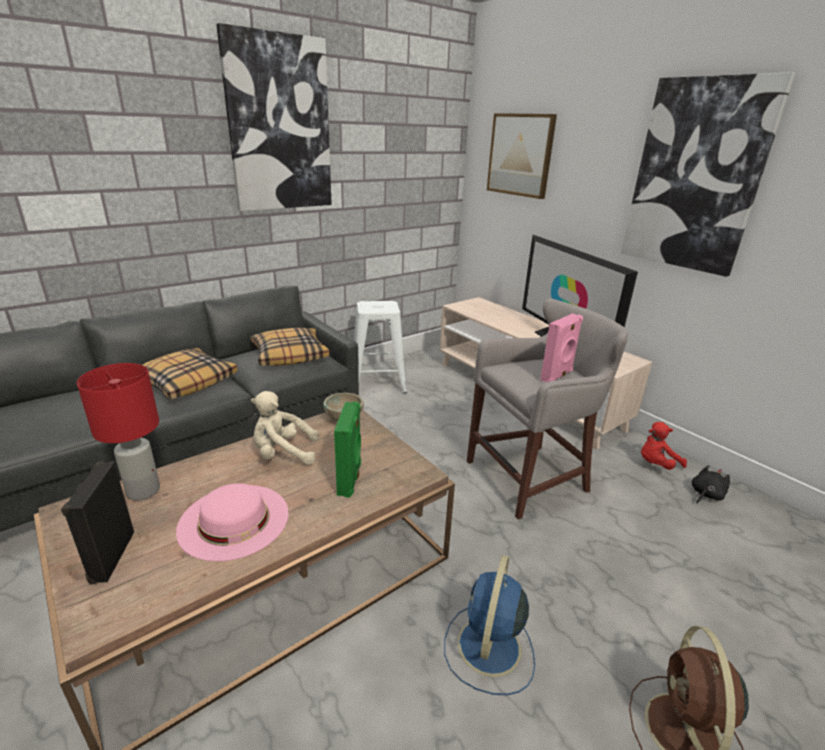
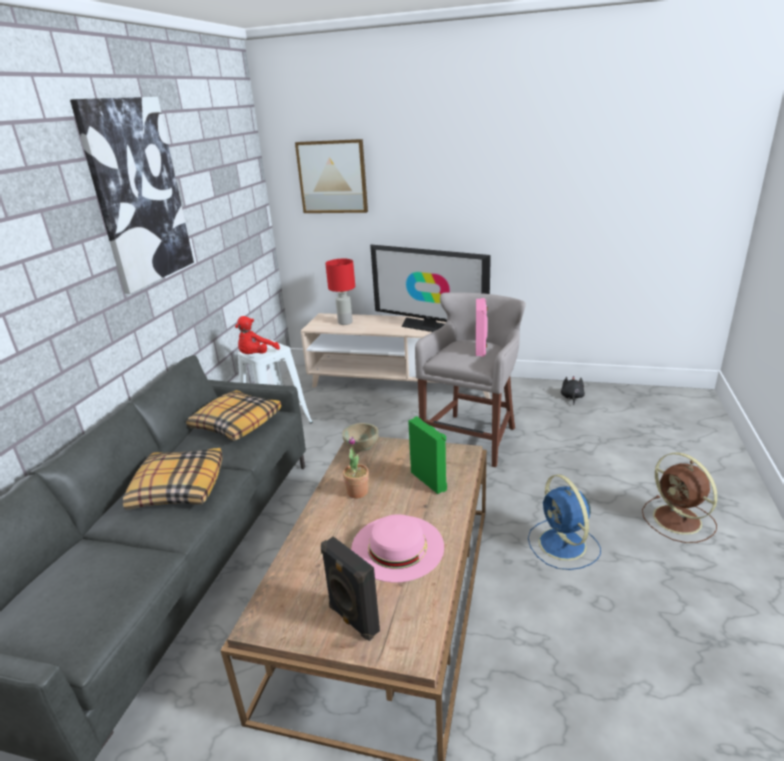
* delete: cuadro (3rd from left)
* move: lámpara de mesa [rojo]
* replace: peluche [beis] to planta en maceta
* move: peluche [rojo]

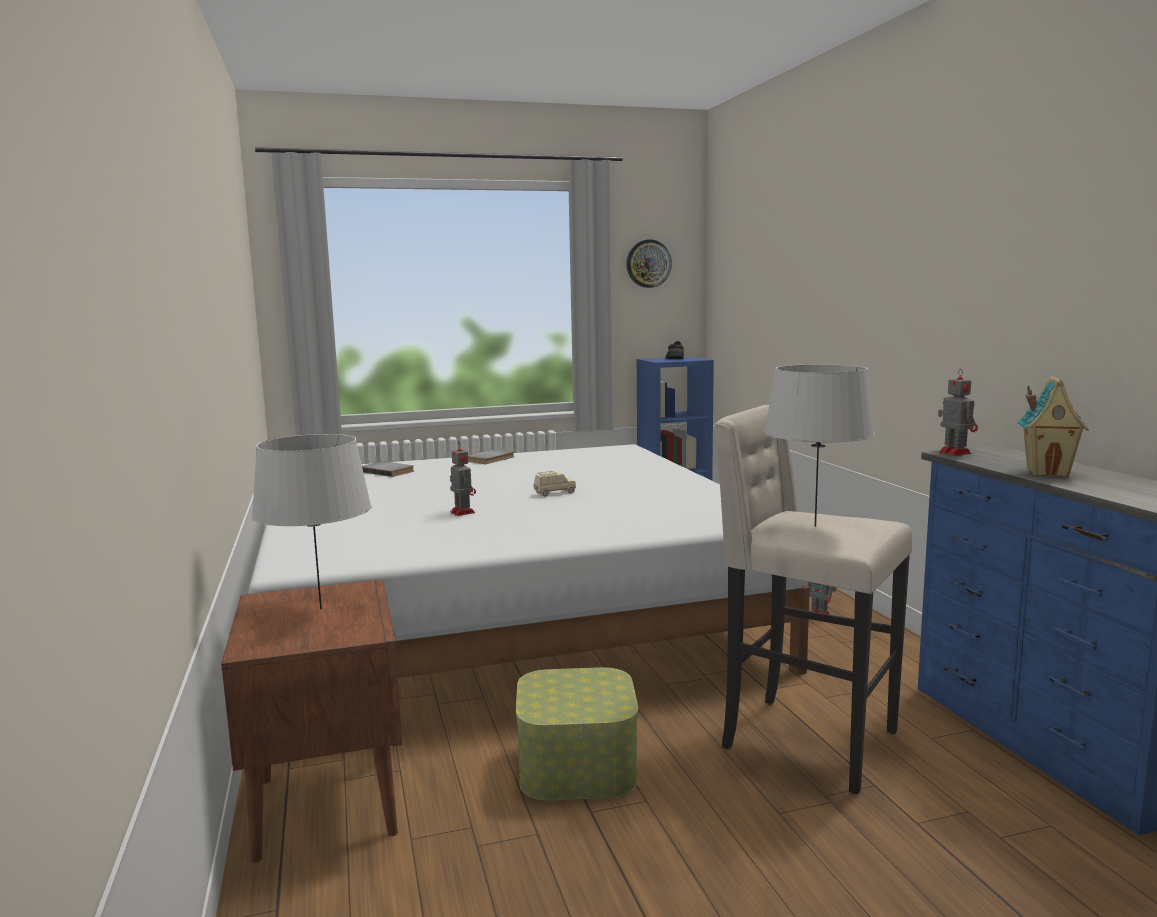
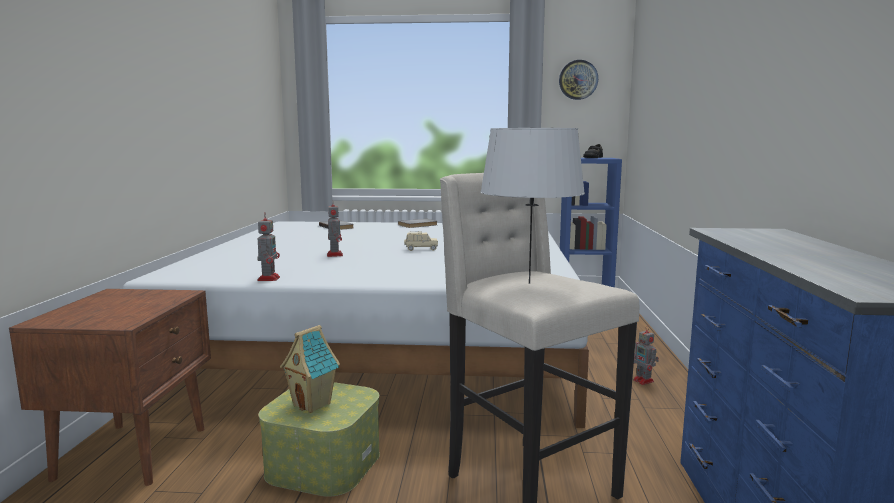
* move: robot de juguete (3rd from left in the first image) to robot de juguete (1st from left)
* move: casita
* delete: lámpara de mesa [gris] (1st from left)

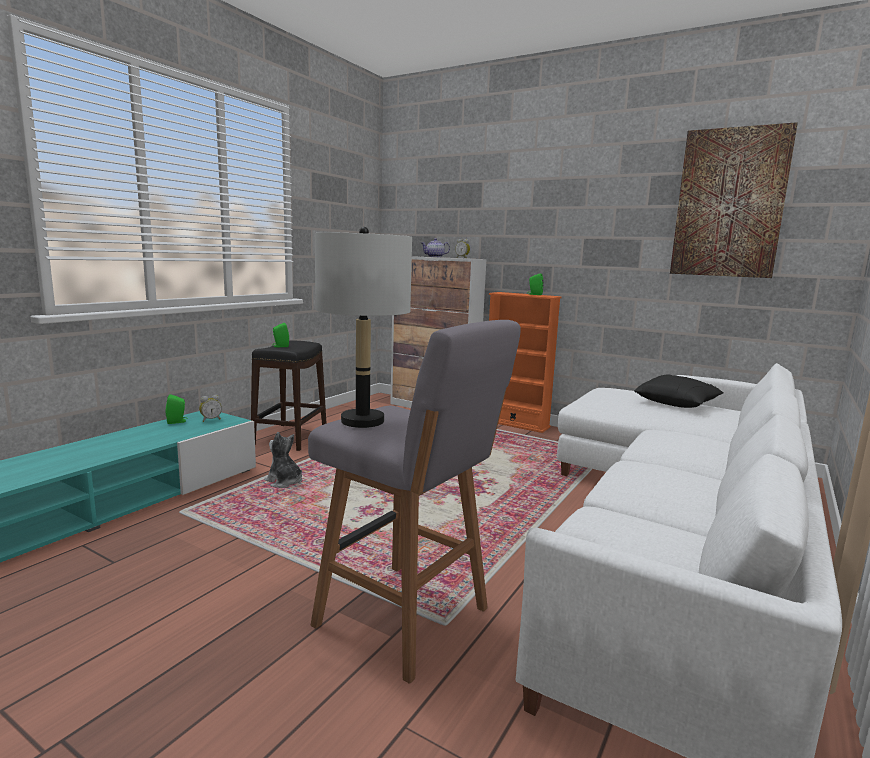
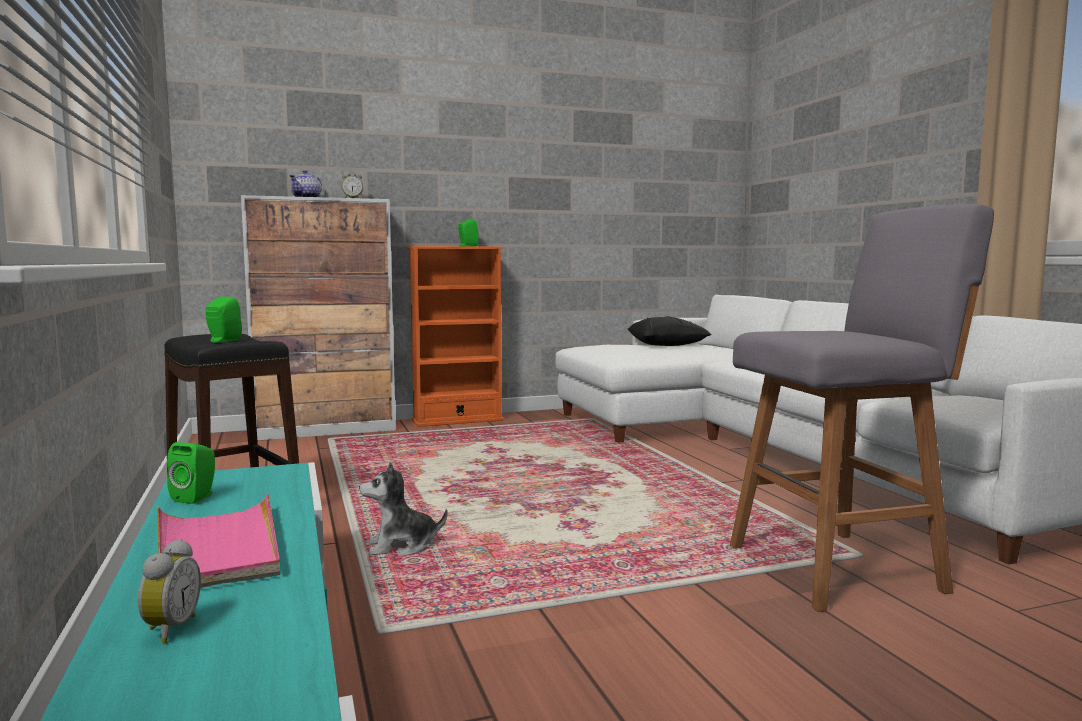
* delete: cuadro
* delete: lámpara de mesa [gris]
* move: despertador (1st from left)
* insert: bandeja [rosa]

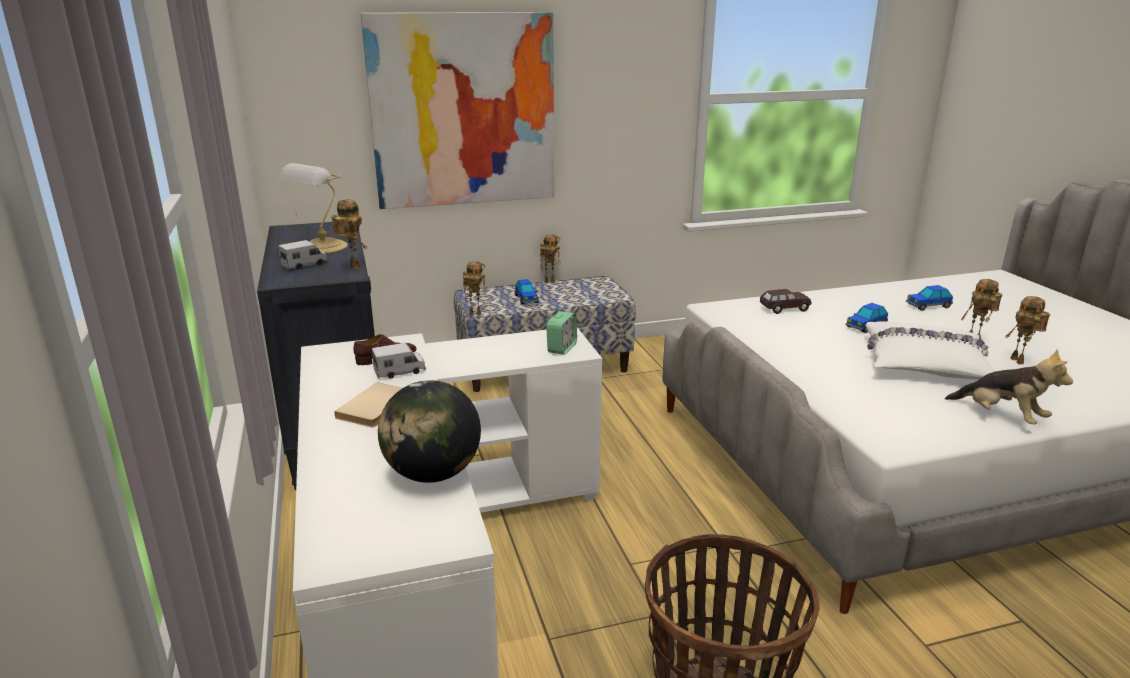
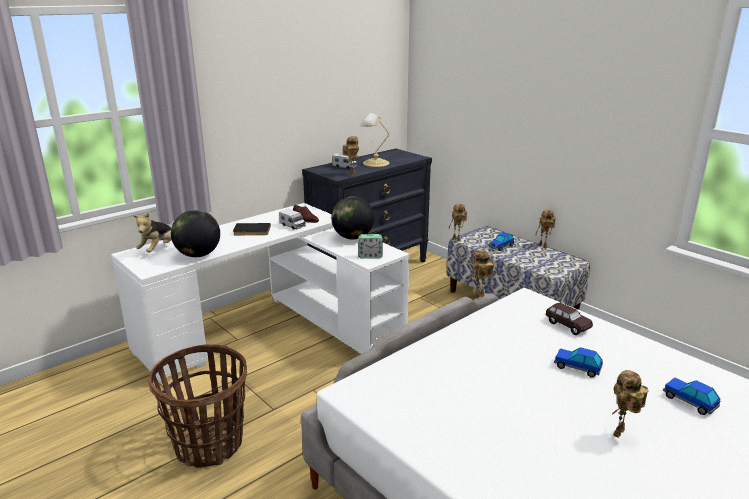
* delete: cuadro
* move: robot de juguete (5th from left in the first image) to robot de juguete (3rd from left)
* delete: cojín [blanco]
* move: peluche
* recolor: libro [beis] to libro [negro]
* insert: globo terráqueo (2nd from left)

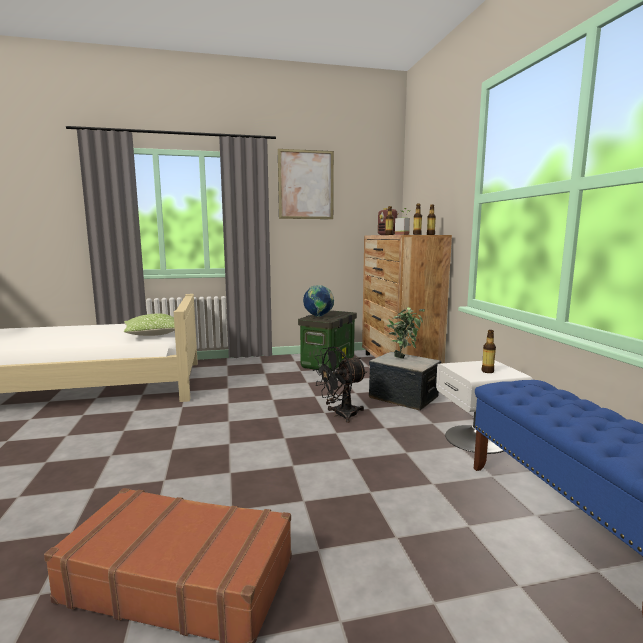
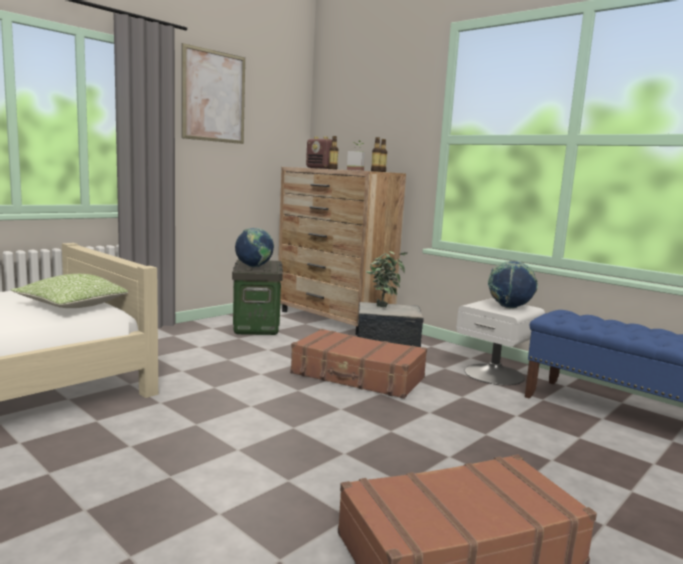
* replace: botella (4th from left) to globo terráqueo (2nd from left)
* replace: ventilador [negro] to maleta [marrón] (1st from left)

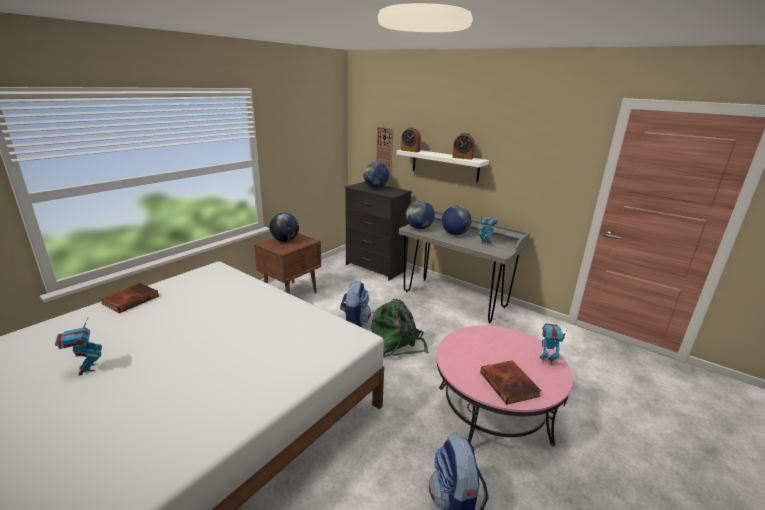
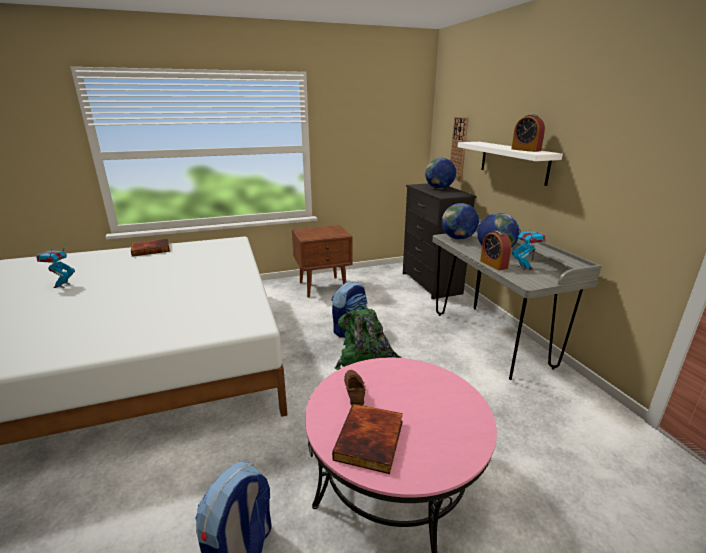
* move: despertador (1st from left)
* delete: globo terráqueo (1st from left)
* delete: robot de juguete (3rd from left)
* insert: zapato [marrón]

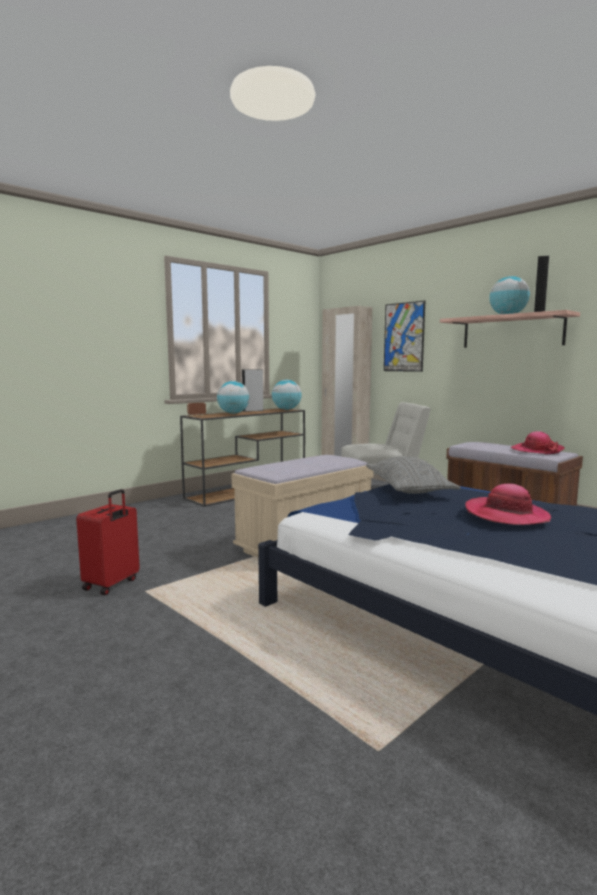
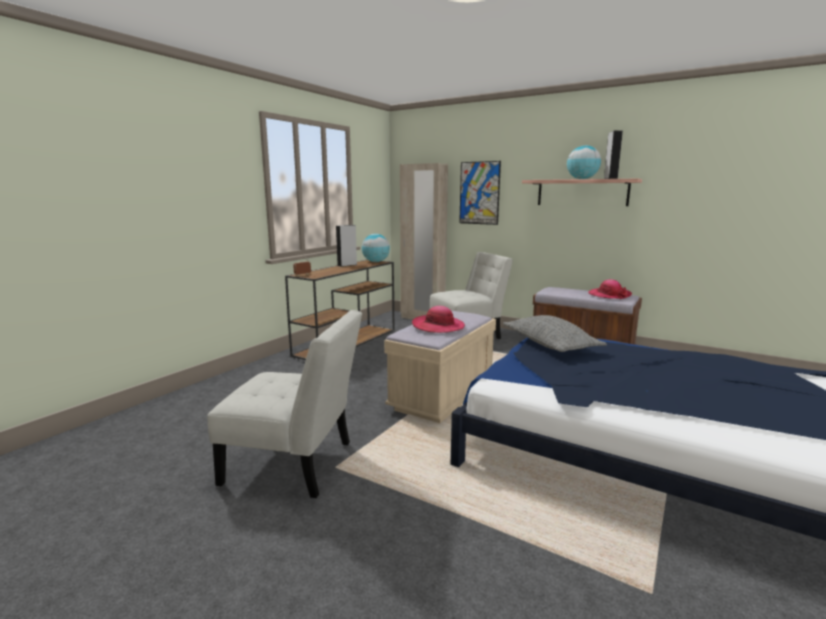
* delete: globo terráqueo (1st from left)
* move: sombrero (1st from left)
* replace: maleta [rojo] to silla [blanco] (1st from left)

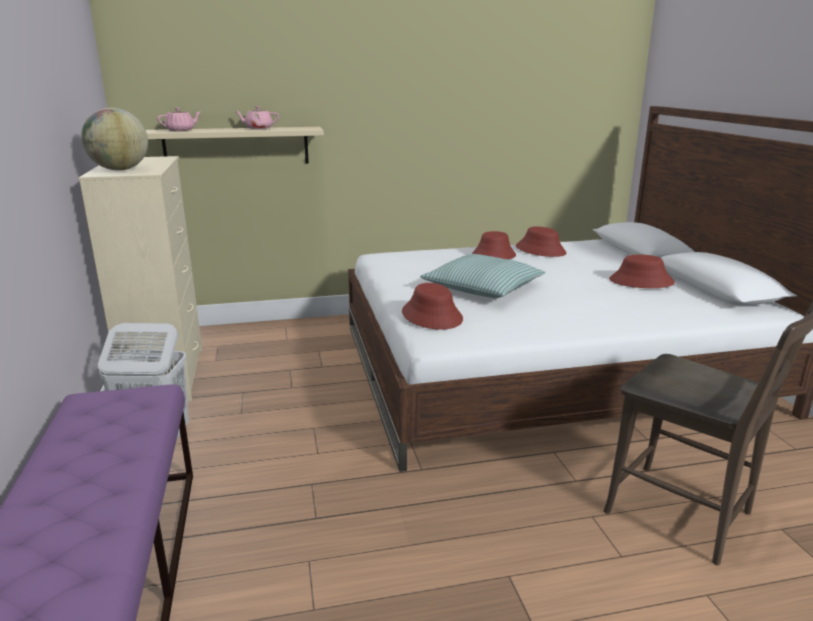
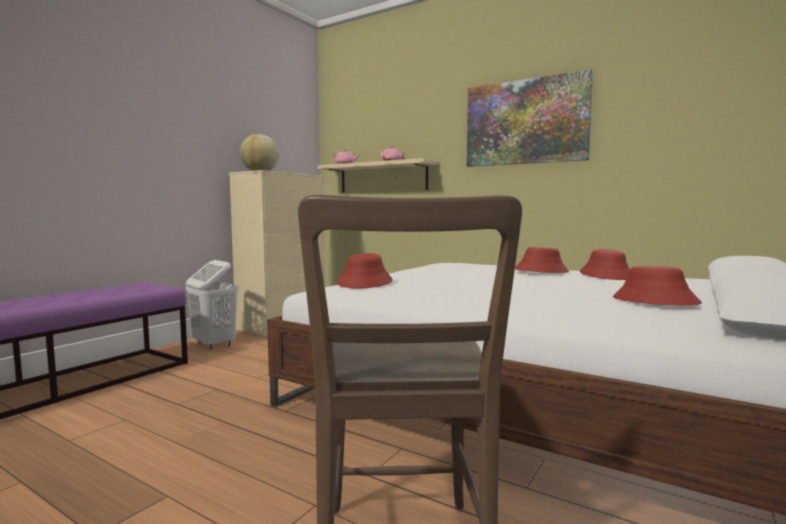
* delete: cojín
* insert: cuadro

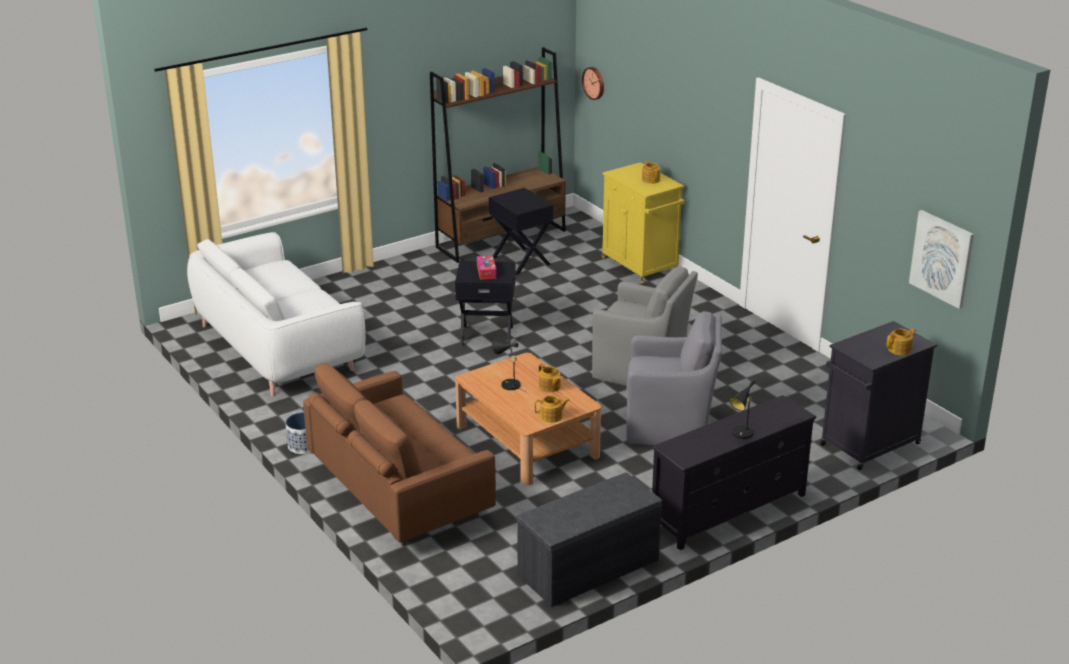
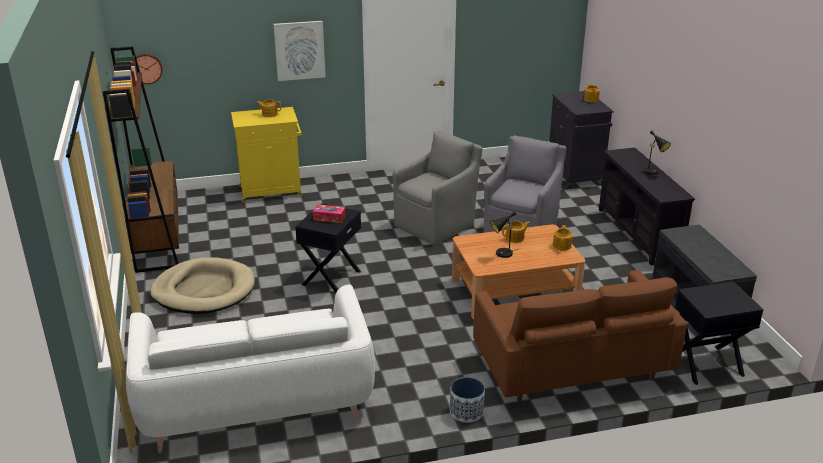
* move: mesa auxiliar [negro] (2nd from left)
* move: cuadro
* insert: cama para perro [beis]

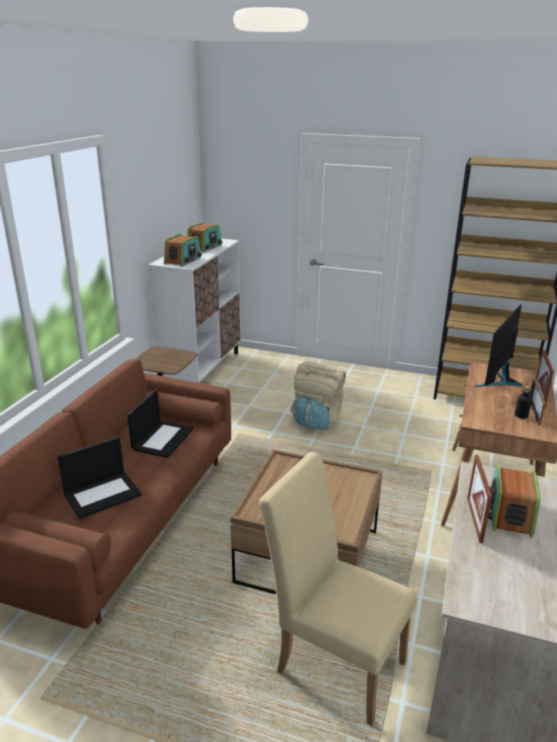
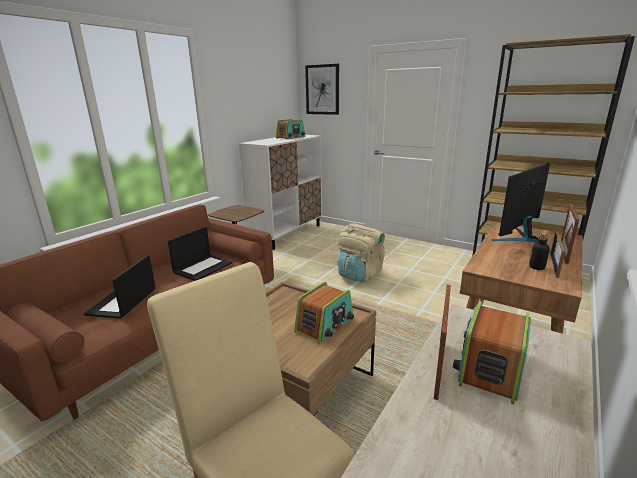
* move: radio (1st from left in the first image) to radio (2nd from left)
* rotate: portátil (1st from left) 120 degrees clockwise
* insert: cuadro

